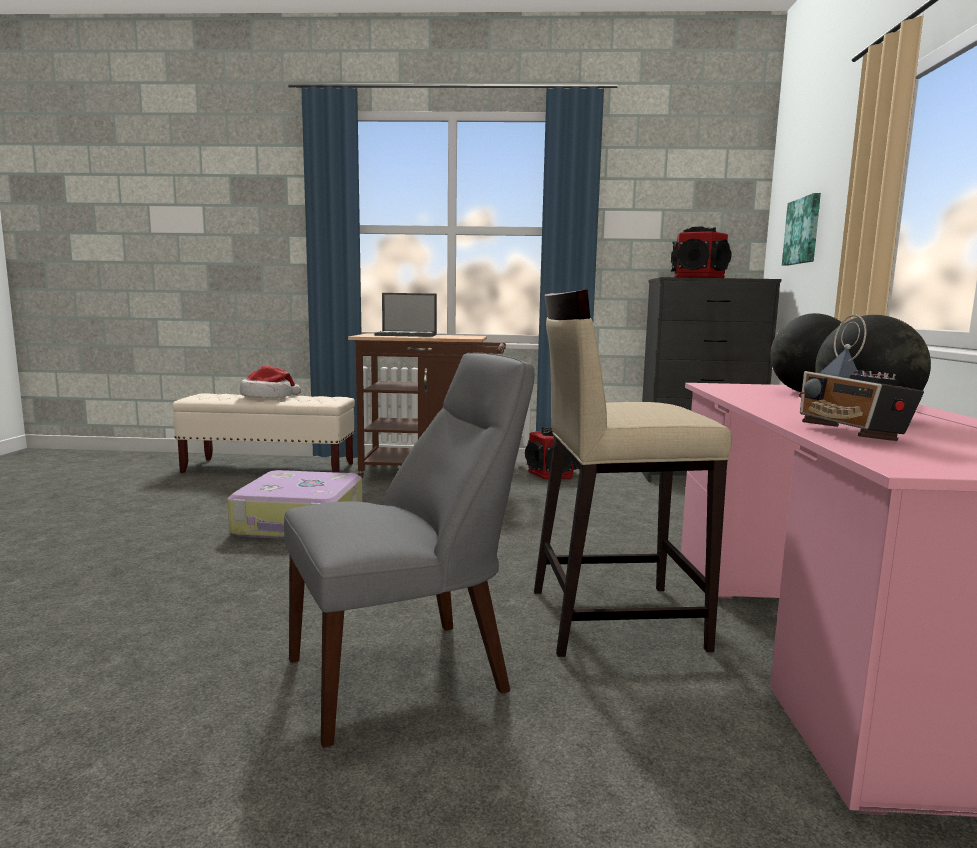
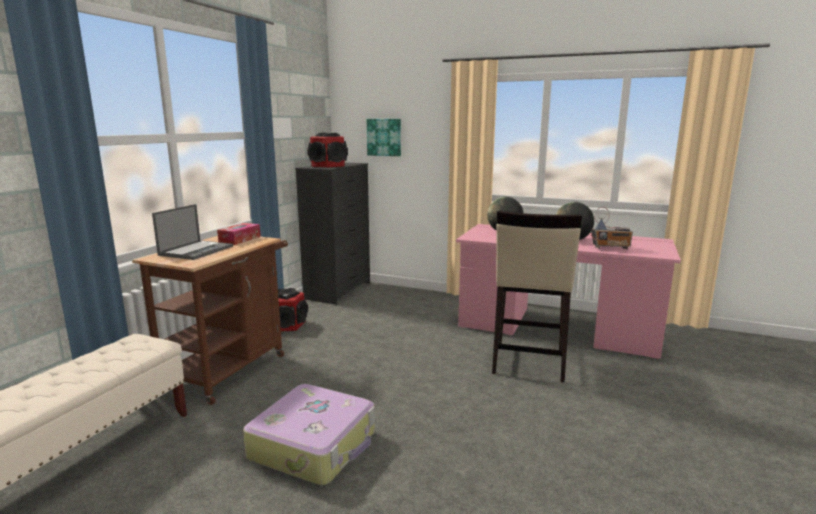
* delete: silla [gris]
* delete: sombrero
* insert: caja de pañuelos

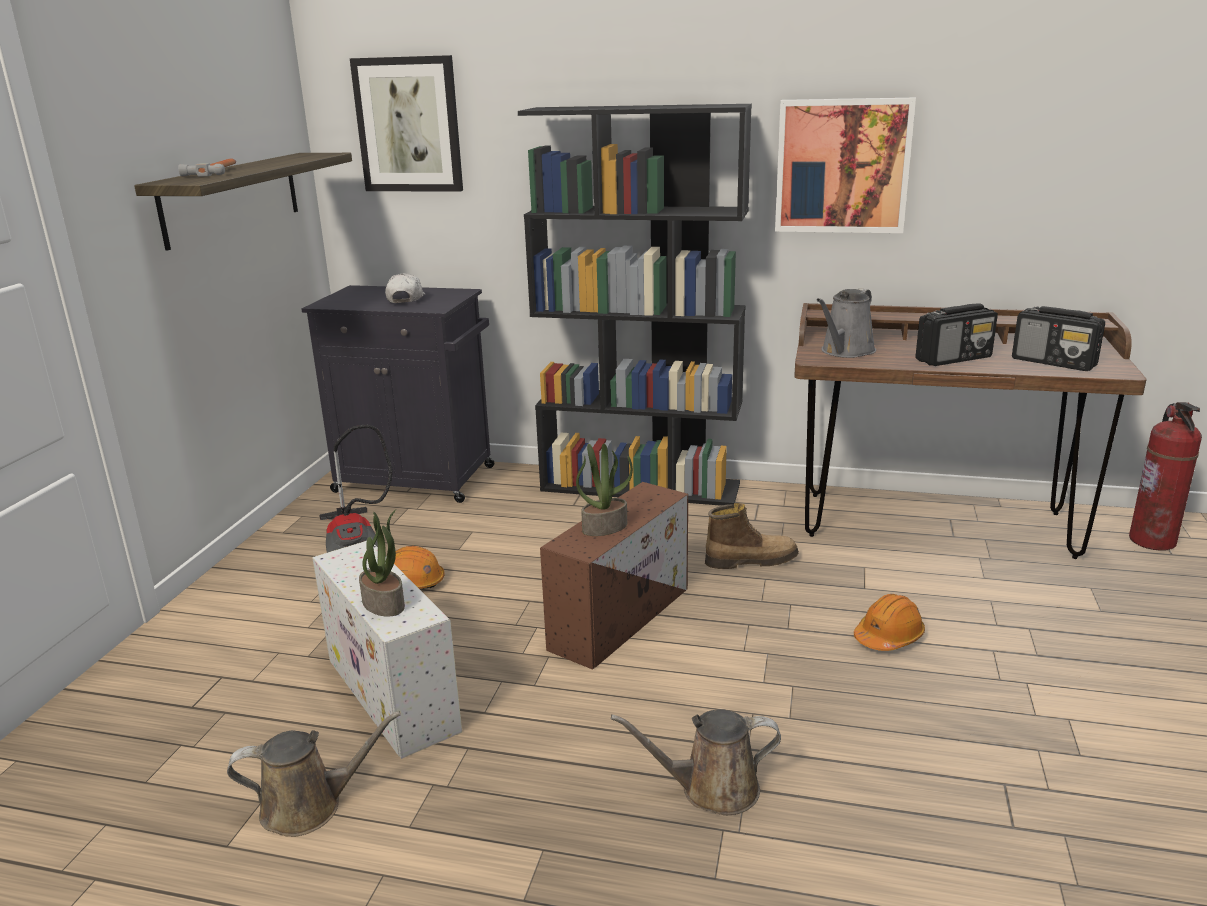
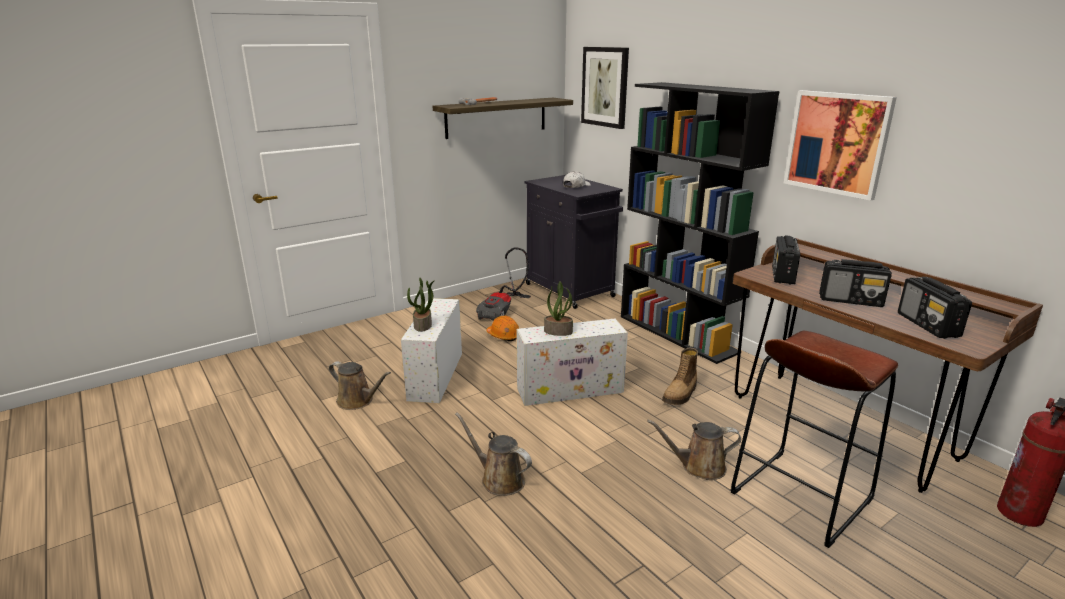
* replace: regadera [gris] to radio (1st from left)
* recolor: caja de almacenaje [marrón] to caja de almacenaje [blanco] (2nd from left)
* rotate: bota 90 degrees clockwise
* replace: casco [naranja] (2nd from left) to regadera [marrón] (3rd from left)
* insert: taburete [marrón]

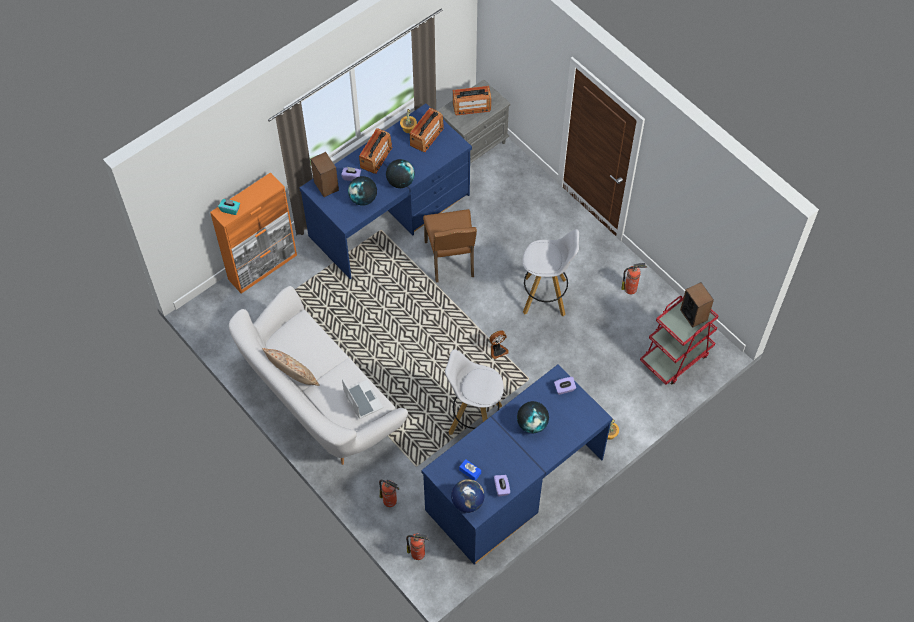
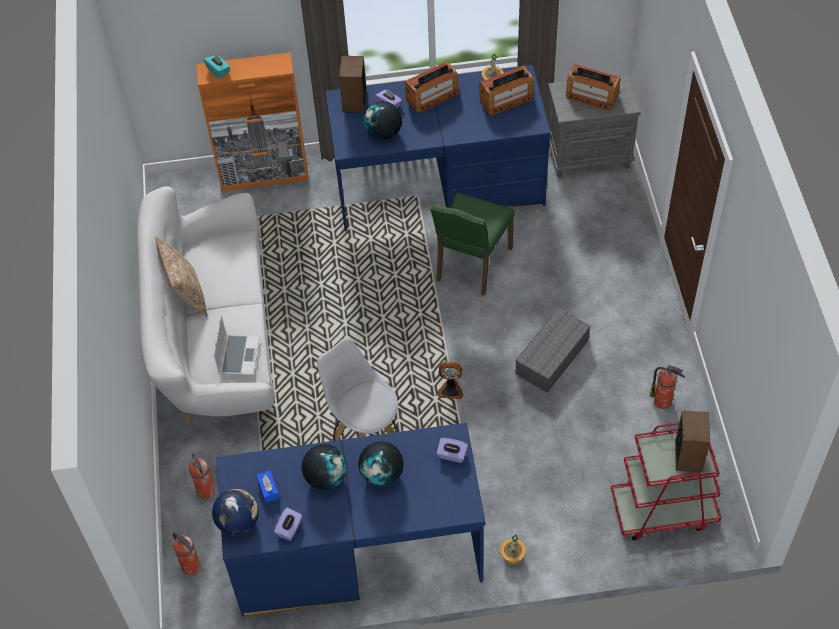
* move: globo terráqueo (2nd from left)
* recolor: silla [marrón] to silla [verde]
* replace: taburete [blanco] (2nd from left) to caja de almacenaje [gris]

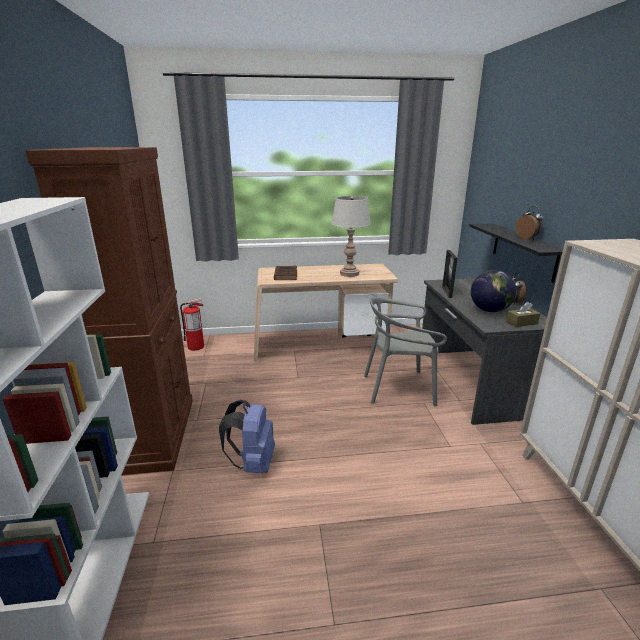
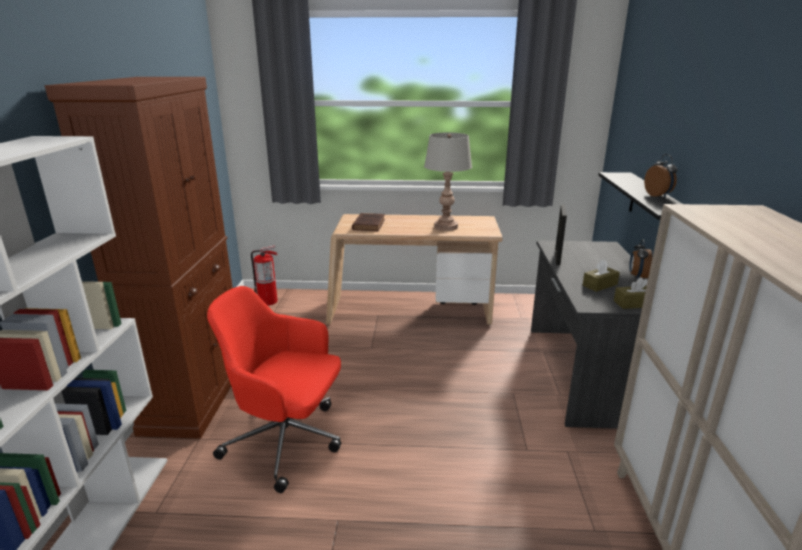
* replace: globo terráqueo to caja de pañuelos [marrón] (1st from left)
* delete: silla [gris]
* replace: mochila [azul] to silla de oficina [rojo]

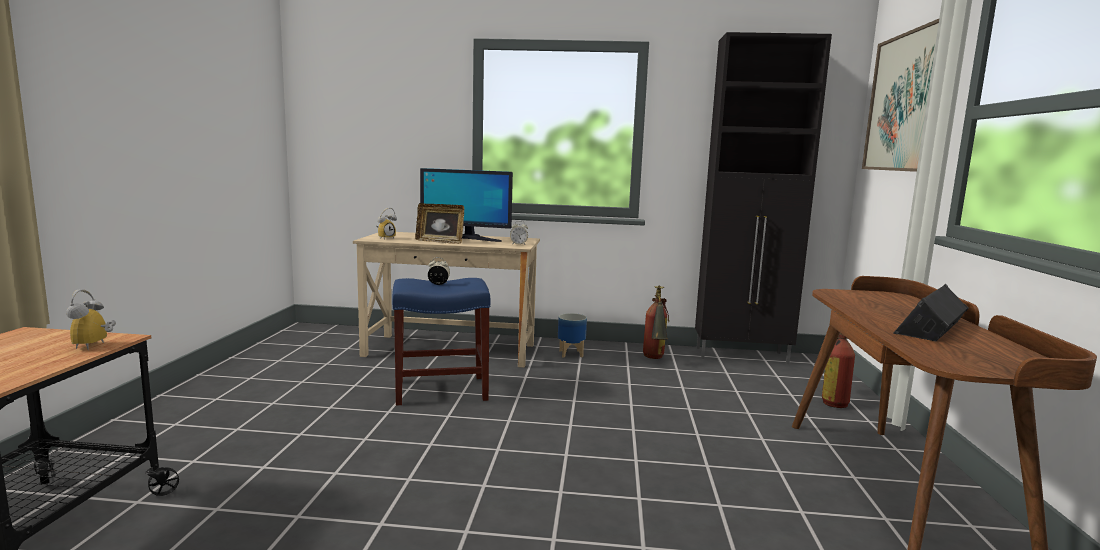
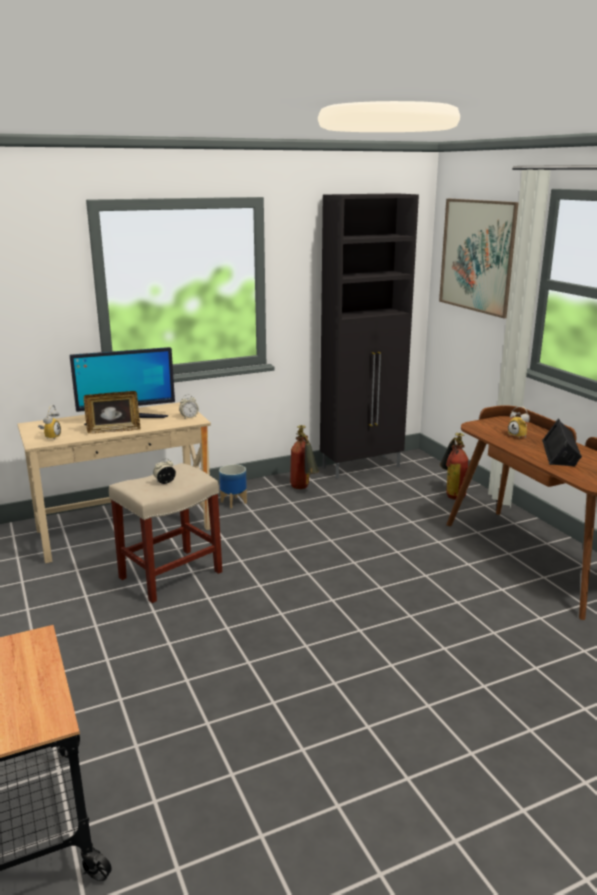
* recolor: taburete [azul] to taburete [beis]
* move: despertador (1st from left in the first image) to despertador (4th from left)

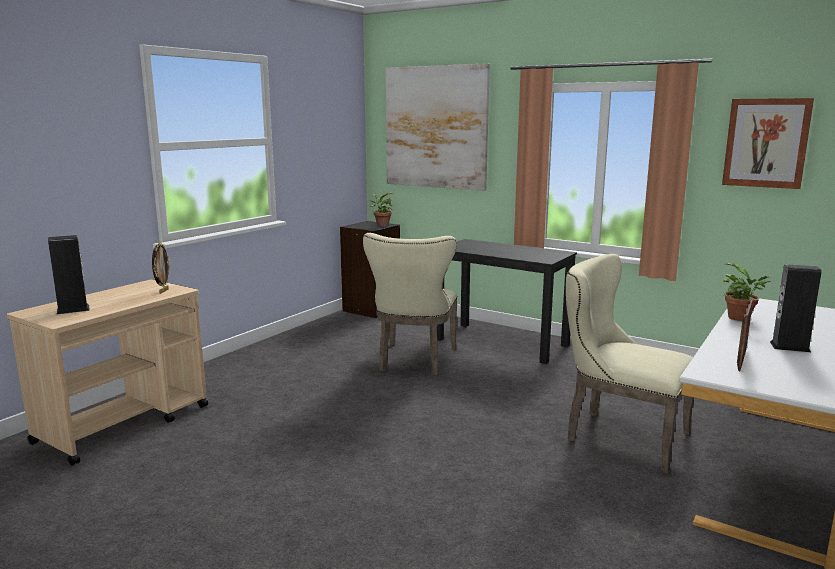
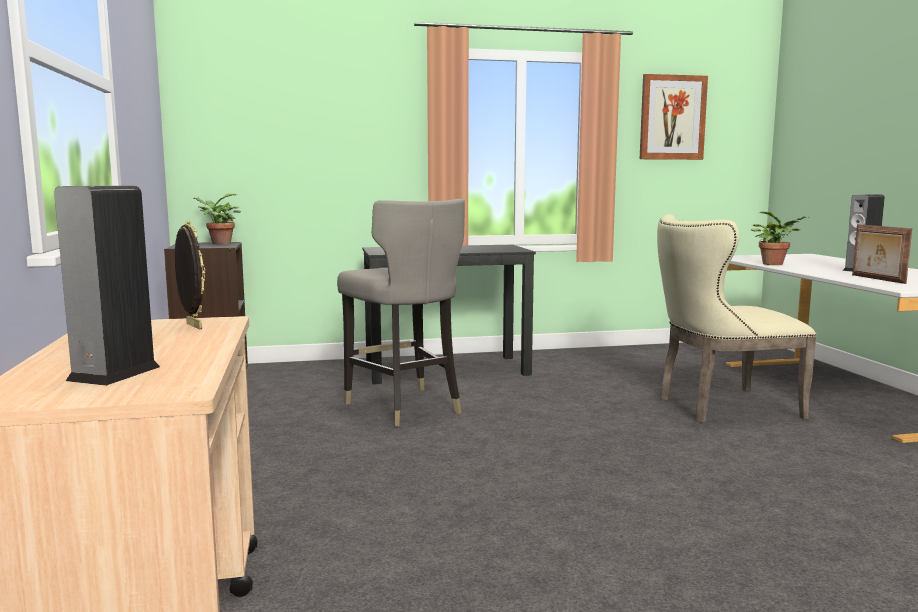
* delete: cuadro (1st from left)
* replace: silla [beis] (1st from left) to taburete [gris]

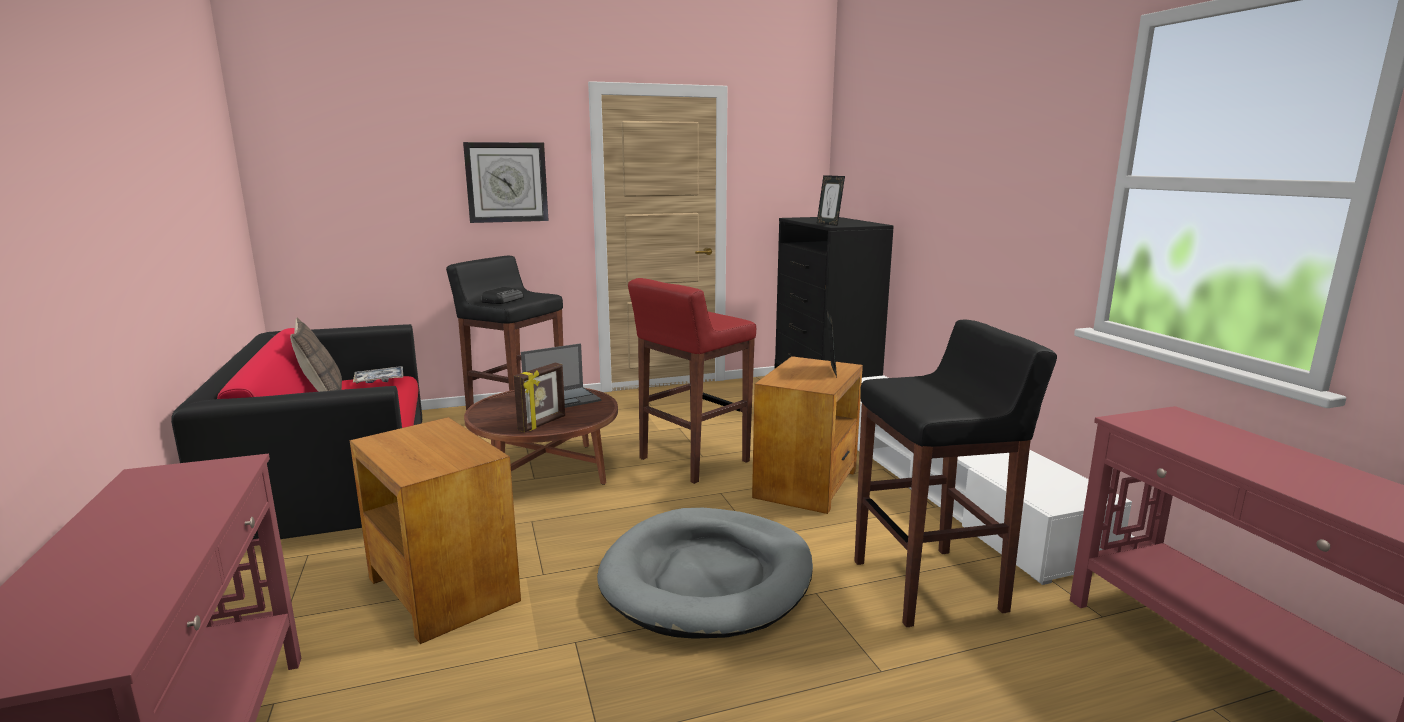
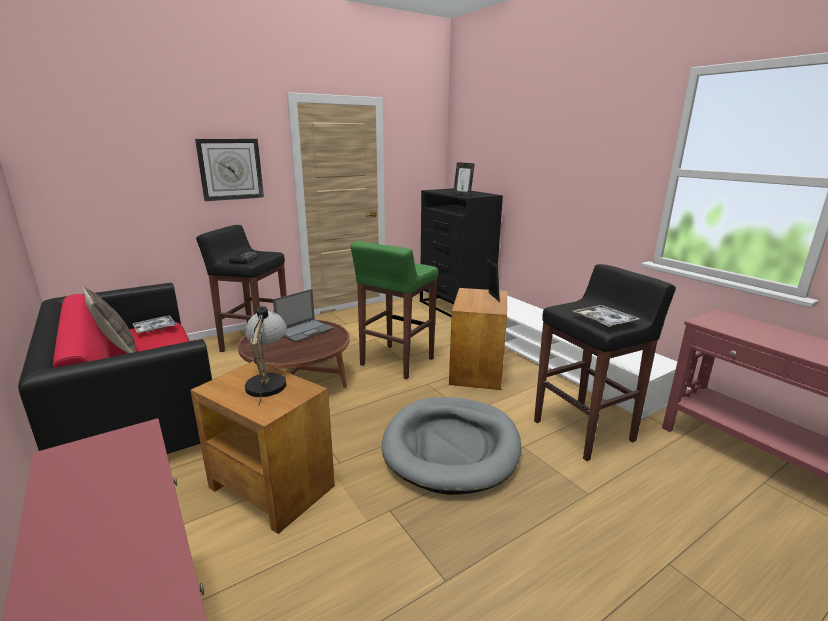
* recolor: taburete [rojo] to taburete [verde]
* delete: portarretratos (1st from left)
* insert: bandeja (2nd from left)
* insert: lámpara de mesa

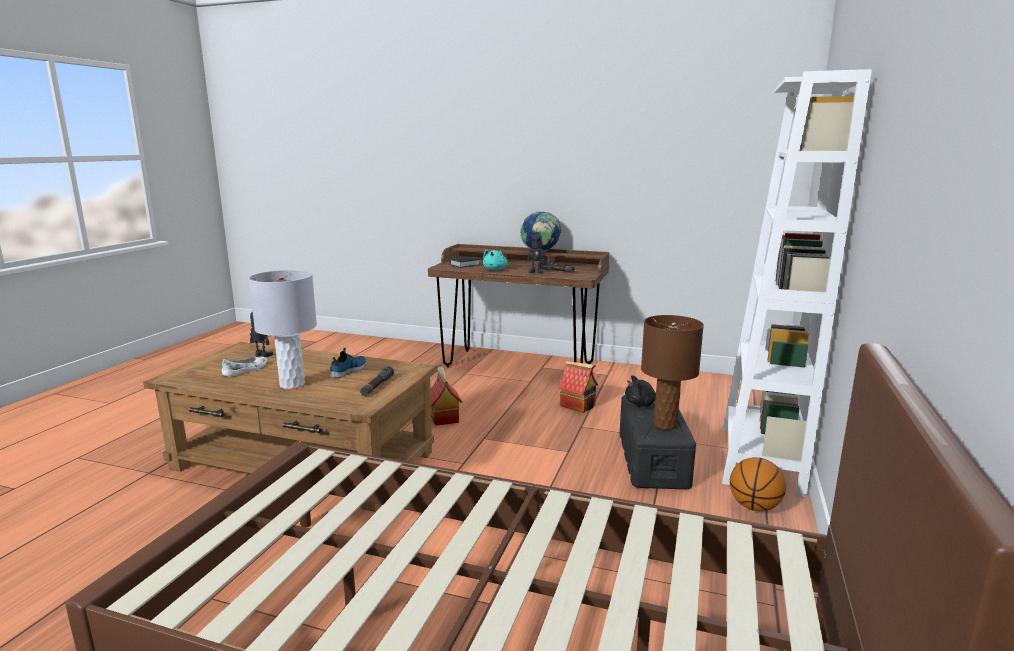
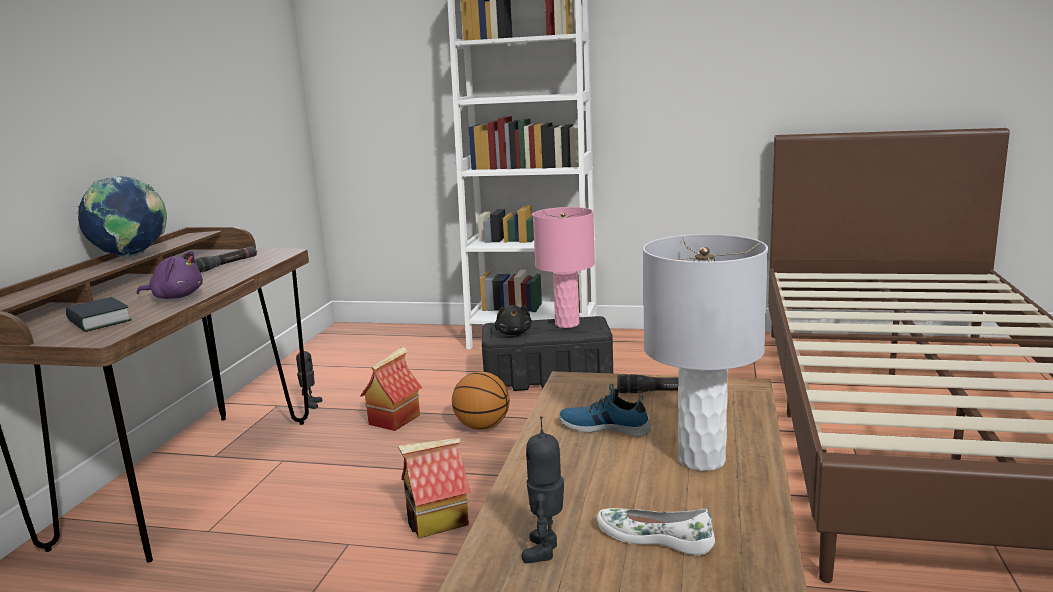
* move: robot de juguete (2nd from left in the first image) to robot de juguete (1st from left)
* recolor: peluche [turquesa] to peluche [morado]
* recolor: lámpara de mesa [marrón] to lámpara de mesa [rosa]
* move: balón de baloncesto

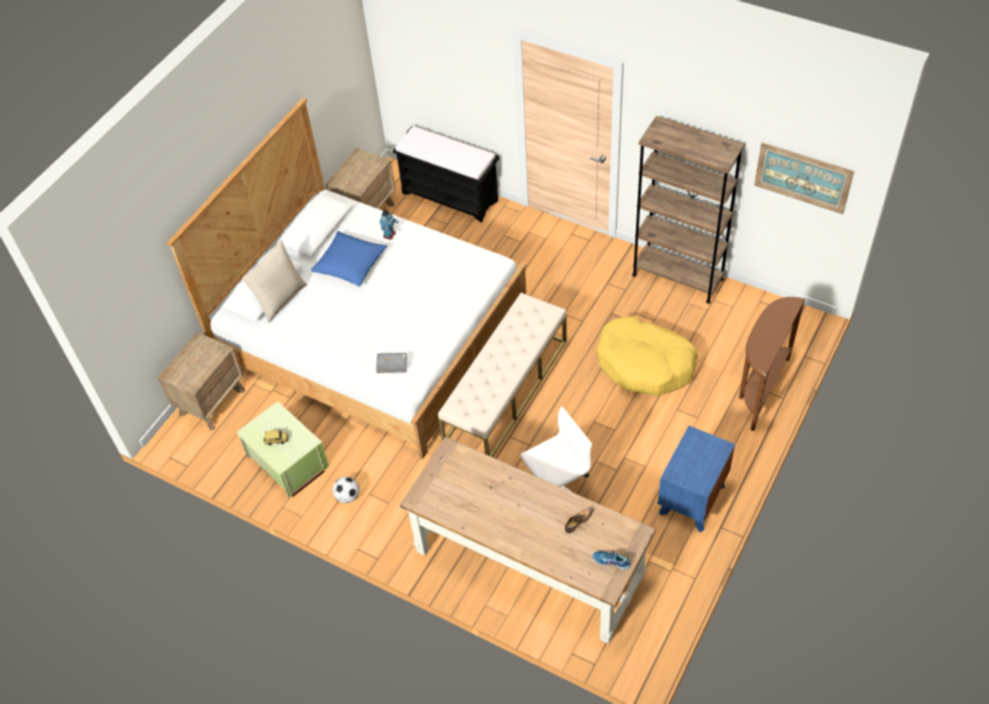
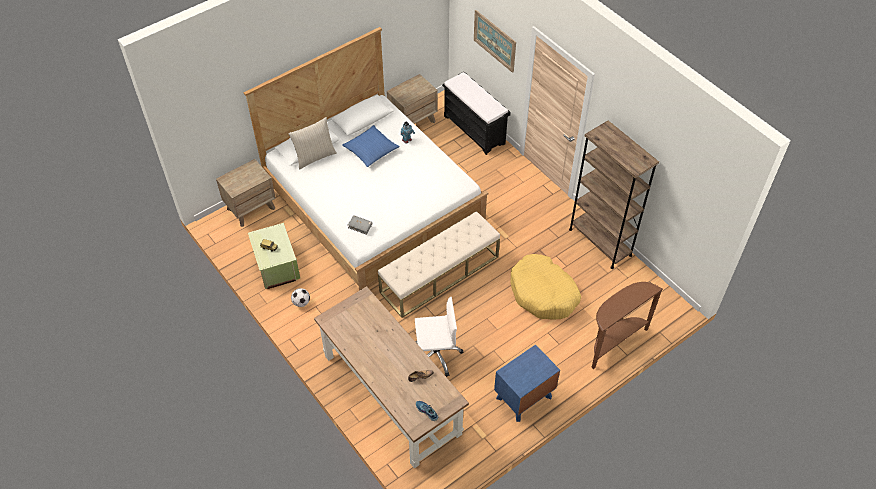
* move: cuadro

